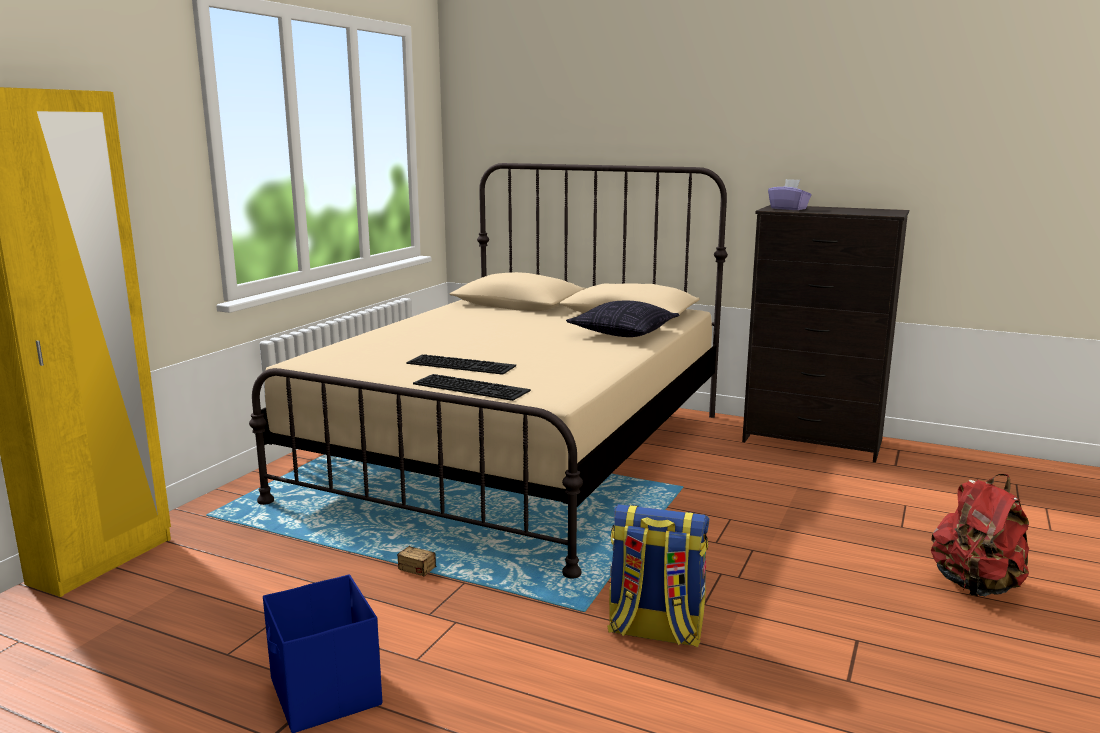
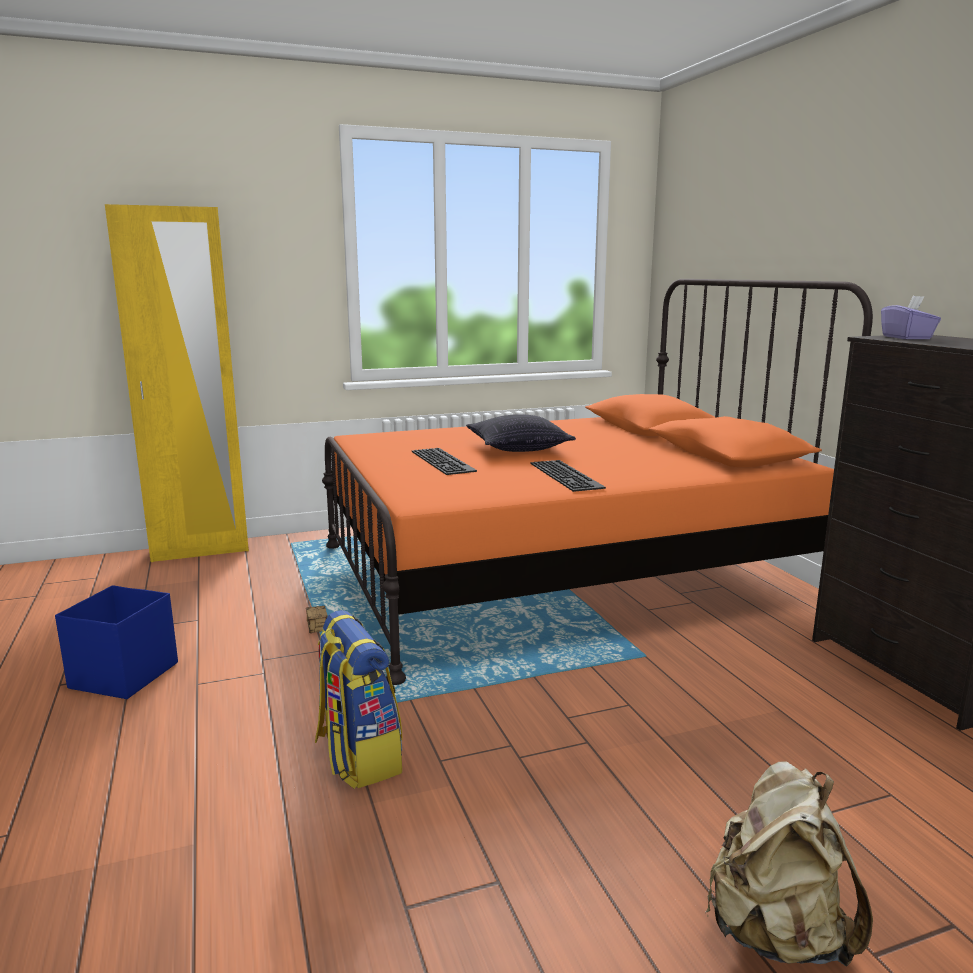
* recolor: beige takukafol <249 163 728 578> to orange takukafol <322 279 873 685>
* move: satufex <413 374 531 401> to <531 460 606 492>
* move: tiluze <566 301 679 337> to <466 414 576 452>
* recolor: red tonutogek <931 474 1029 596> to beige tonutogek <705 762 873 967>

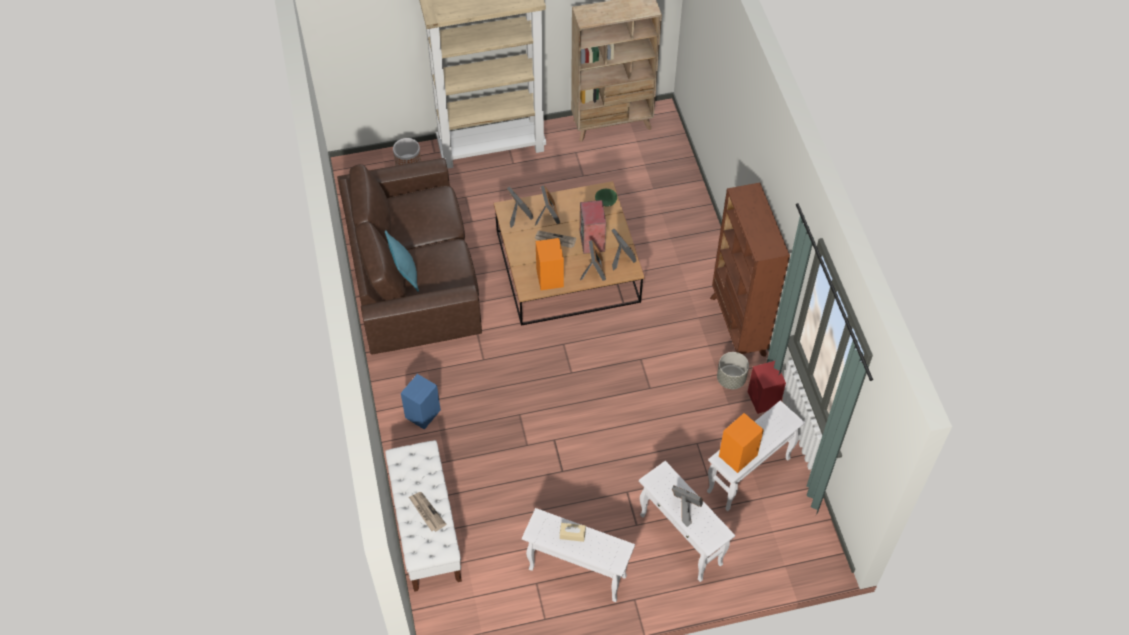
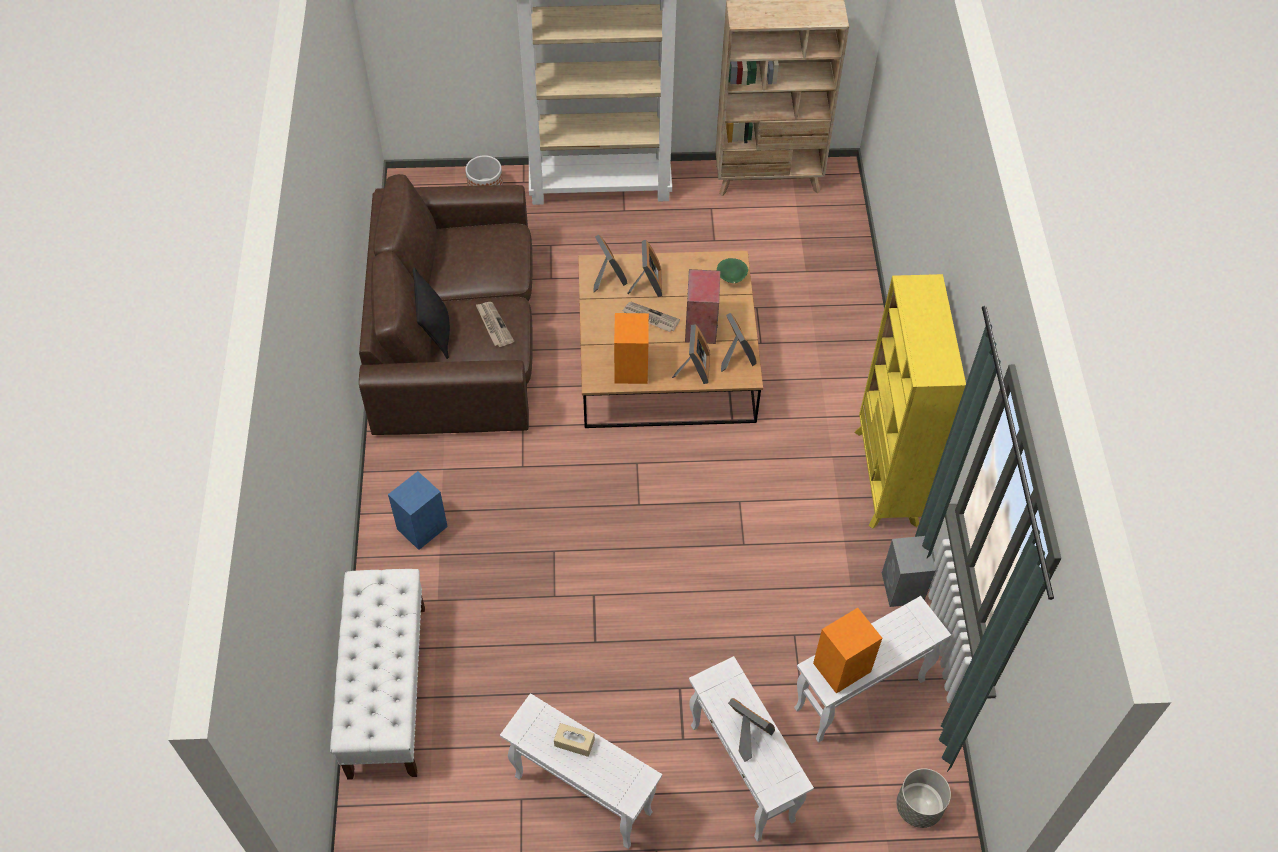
* recolor: turquoise tiluze <385 230 419 291> to black tiluze <413 267 450 359>
* move: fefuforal <409 492 446 532> to <476 302 514 347>
* recolor: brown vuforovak <710 183 790 357> to yellow vuforovak <854 274 966 529>
* move: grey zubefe <717 352 749 389> to <896 768 951 828>
* recolor: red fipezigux <748 361 786 414> to grey fipezigux <882 536 936 607>

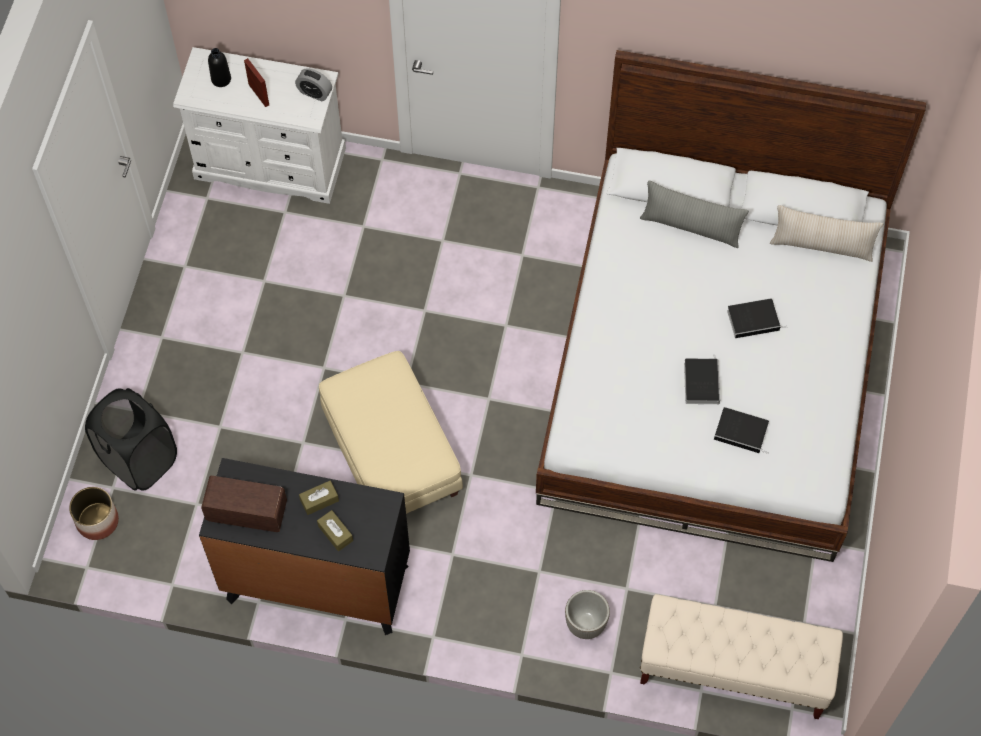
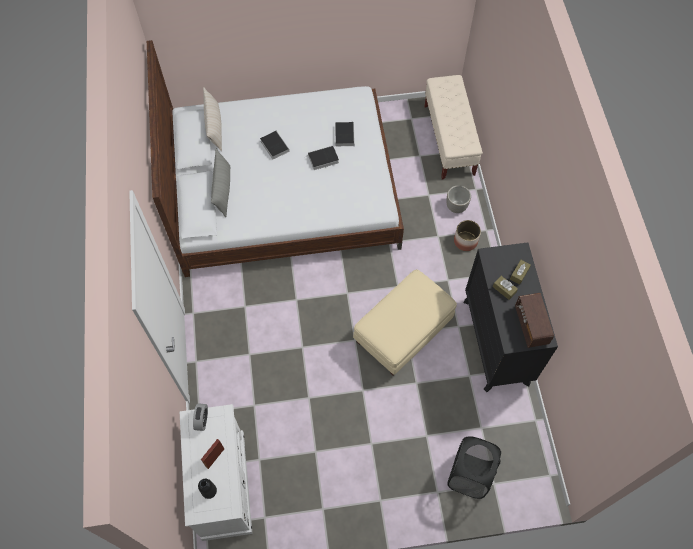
* move: zubefe <69 487 119 540> to <454 220 481 251>

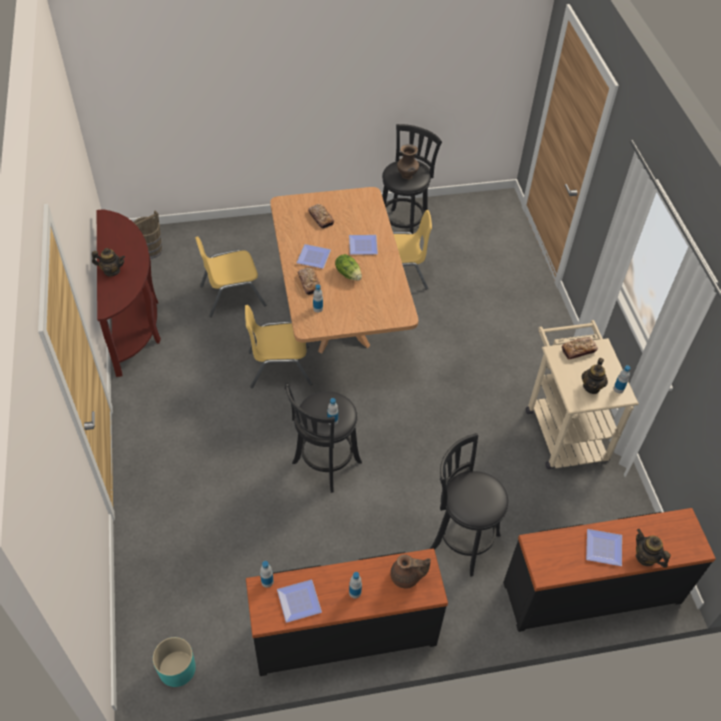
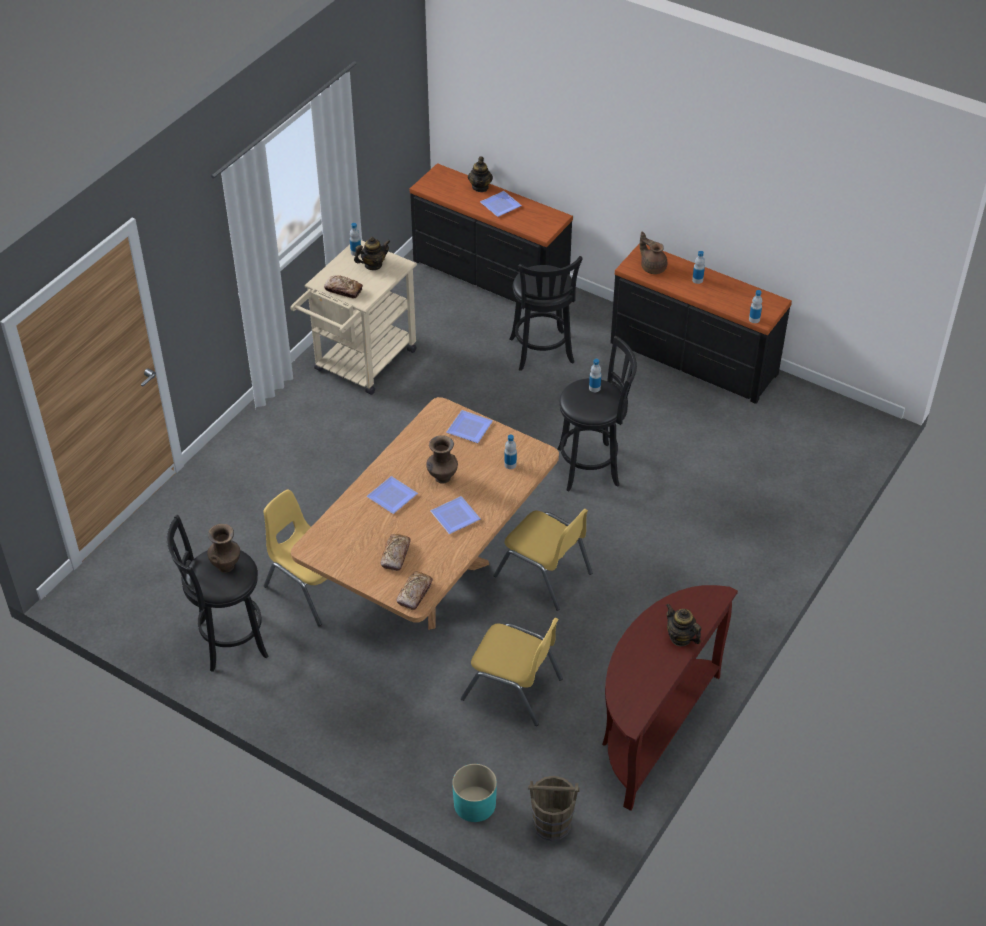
* move: turquoise zubefe <153 637 196 687> to <452 764 497 822>
* move: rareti <277 579 322 623> to <447 410 493 443>
* move: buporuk <298 267 321 295> to <396 571 433 610>
* replace: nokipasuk <335 254 362 281> to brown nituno <426 435 458 484>

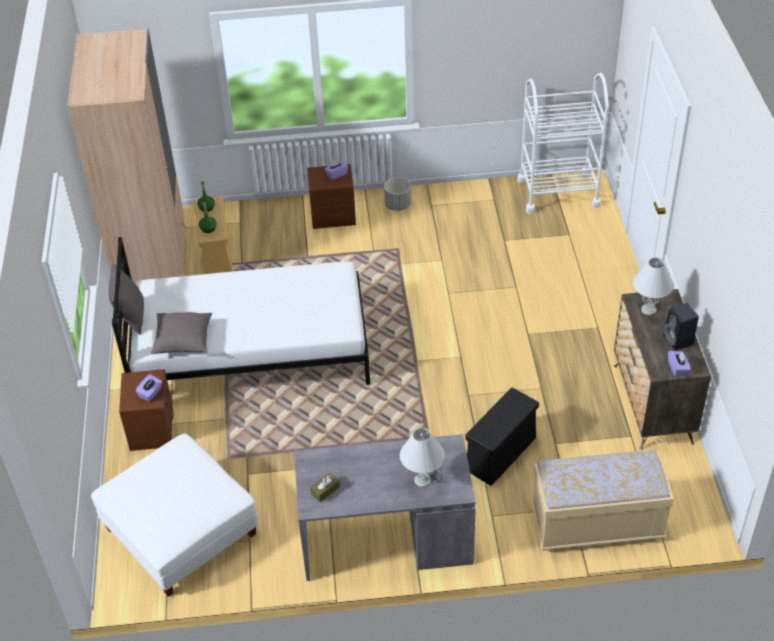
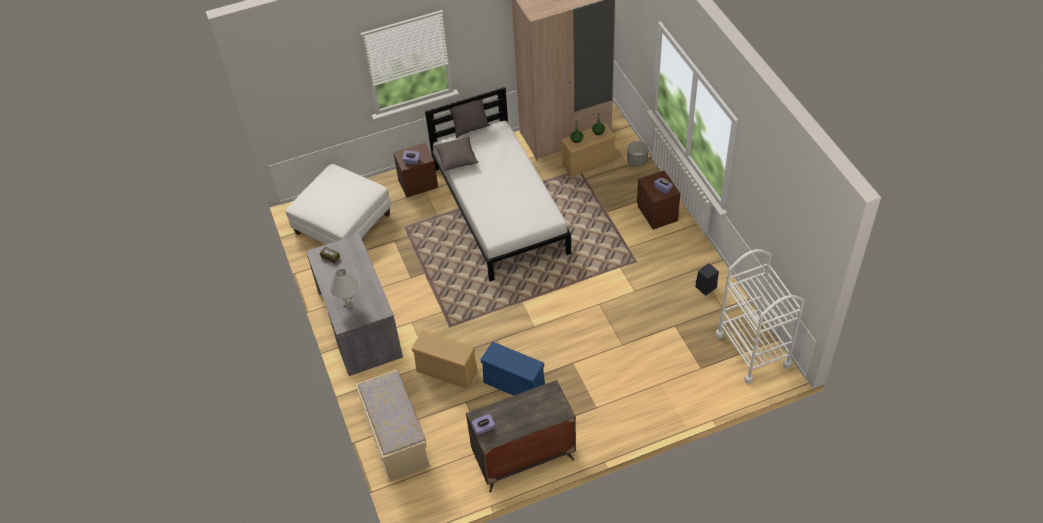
* move: grey zubefe <384 177 411 211> to <627 141 648 167>
* recolor: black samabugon <465 388 539 486> to beige samabugon <412 330 478 389>
* delete: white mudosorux <633 257 674 315>
* move: black fipezigux <663 303 699 351> to <695 264 719 295>
* insert: blue samabugon <481 342 545 396>

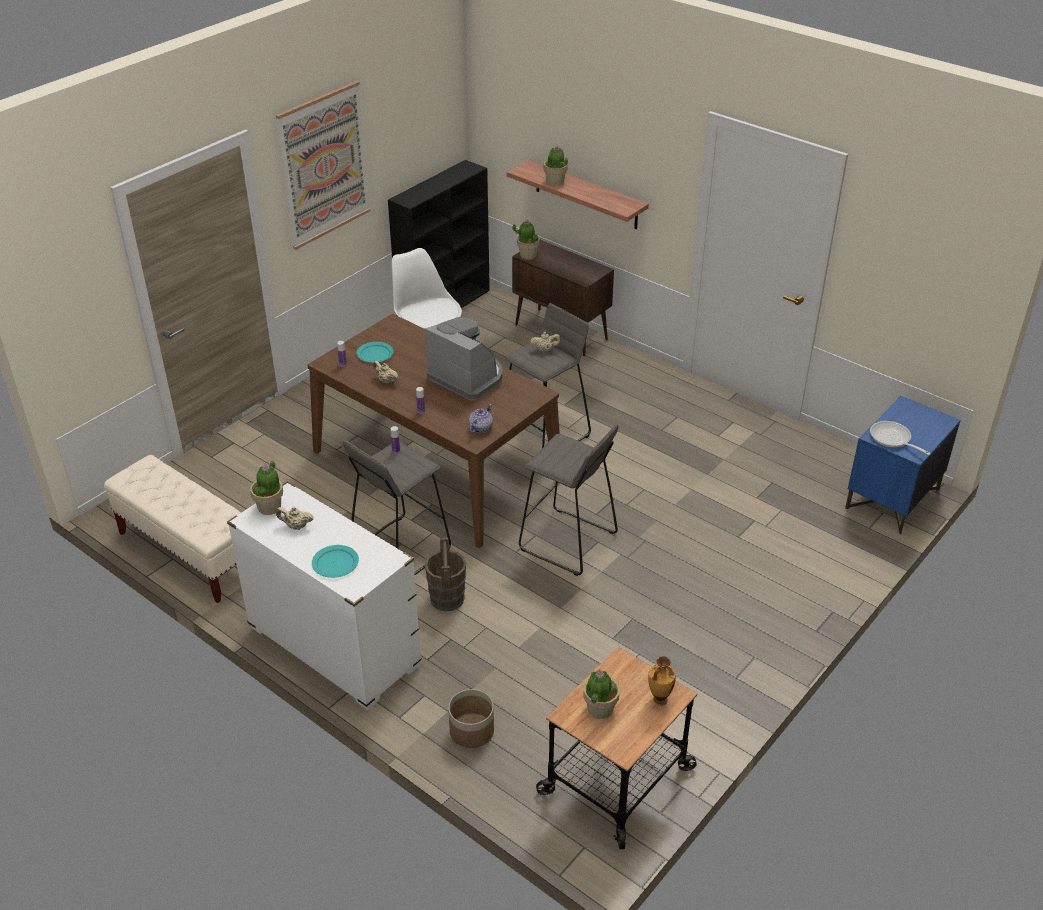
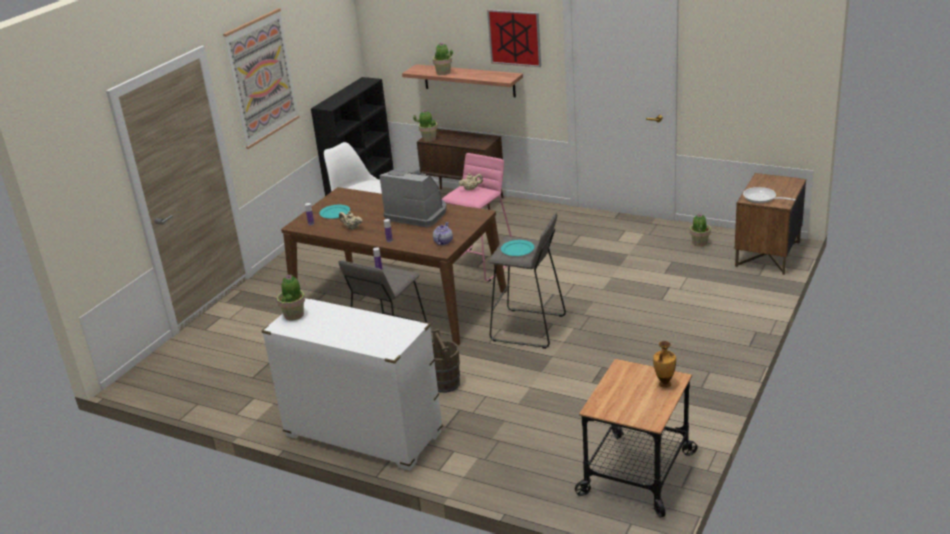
* delete: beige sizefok <104 455 241 603>
* delete: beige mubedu <276 507 313 530>
* move: turquoise rareti <312 545 359 578> to <501 240 534 256>
* delete: zubefe <448 689 494 748>
* recolor: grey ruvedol <505 303 591 448> to pink ruvedol <442 153 512 282>
* move: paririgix <583 670 620 719> to <690 214 711 247>
* recolor: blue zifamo <845 396 961 534> to brown zifamo <735 173 806 275>
* insert: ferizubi <487 9 541 67>

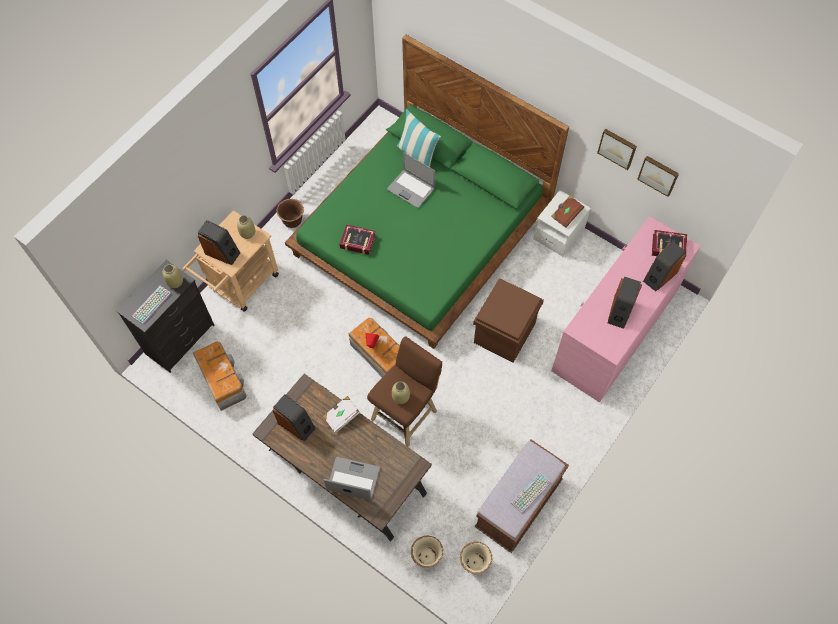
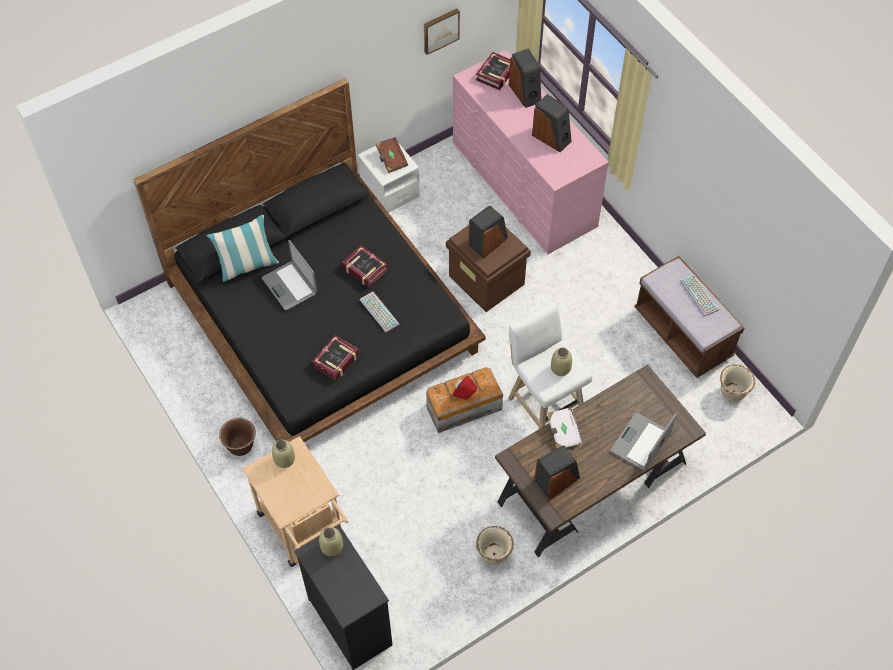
* move: satufex <132 286 172 324> to <360 292 400 333>
* delete: samabugon <193 341 247 411>
* move: fipezigux <198 220 240 265> to <468 206 508 259>
* recolor: green takukafol <285 35 569 349> to black takukafol <134 78 486 442>
* recolor: brown ruvedol <367 336 442 447> to white ruvedol <508 302 592 430>
* rotate: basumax <387 152 435 208> = <262 240 317 310> 90 degrees clockwise
* move: beige zubefe <411 536 443 568> to <476 526 514 565>
* delete: ferizubi <597 129 637 170>
* insert: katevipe <342 245 388 287>

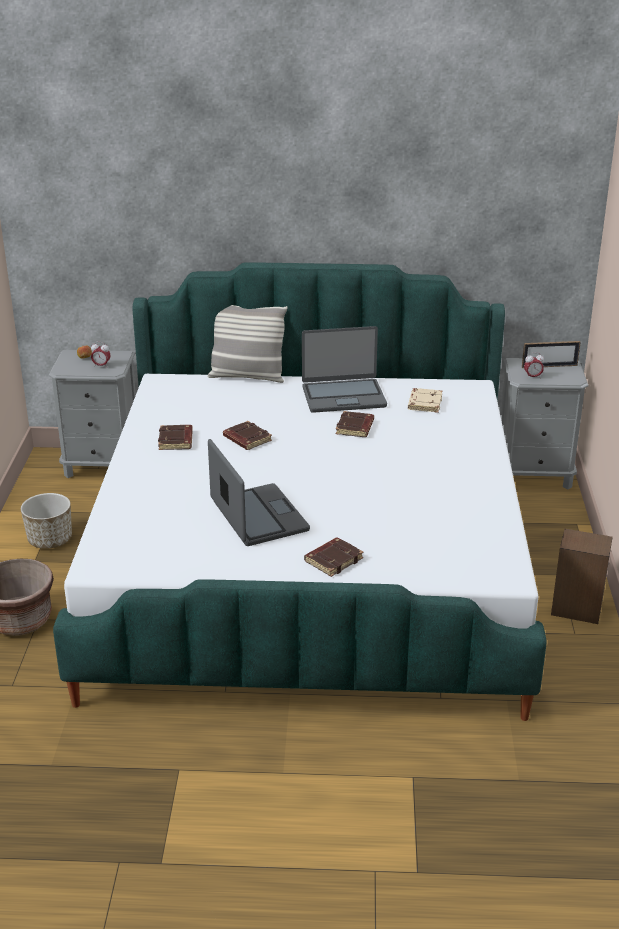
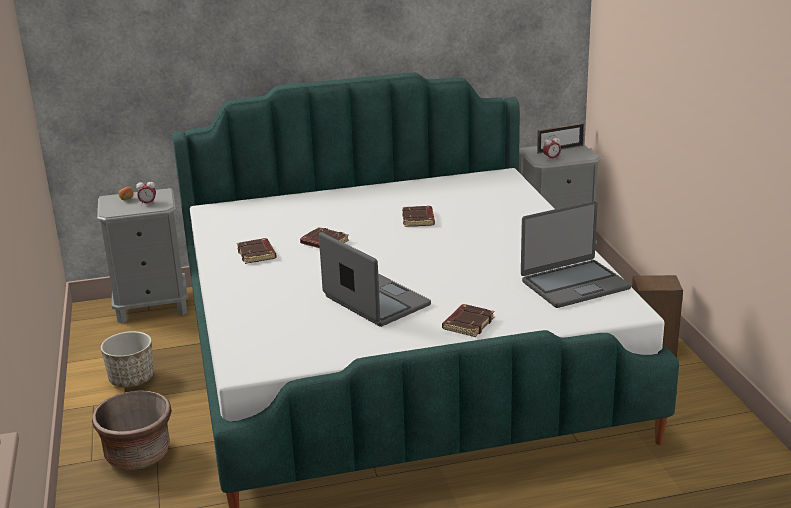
* delete: tiluze <208 305 288 383>
* move: basumax <302 326 387 413> to <521 201 631 308>
* delete: beige katevipe <408 388 442 413>

